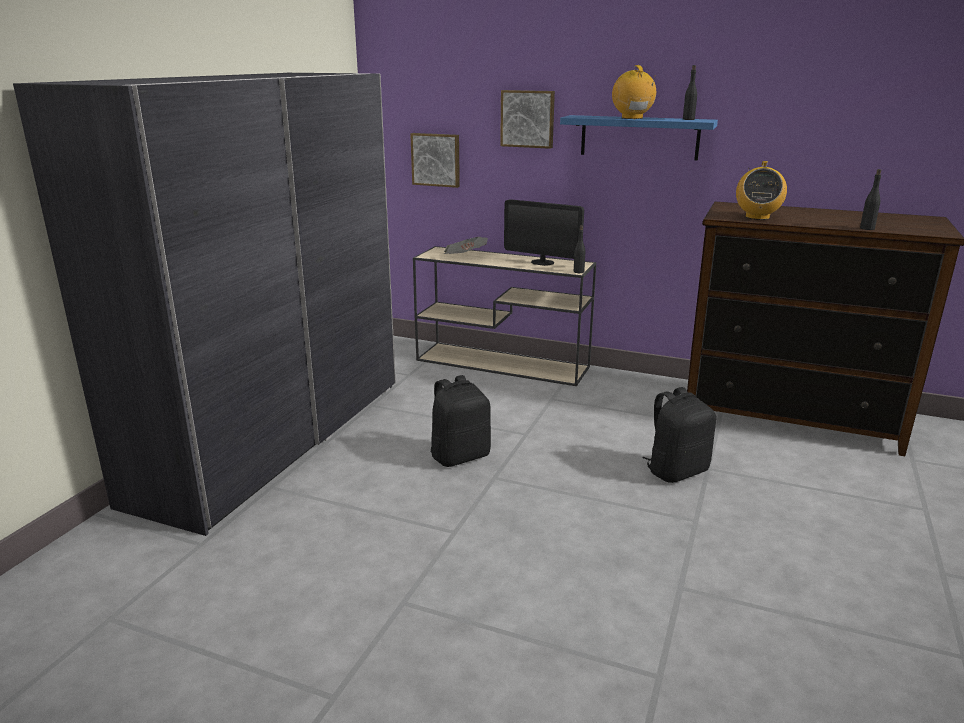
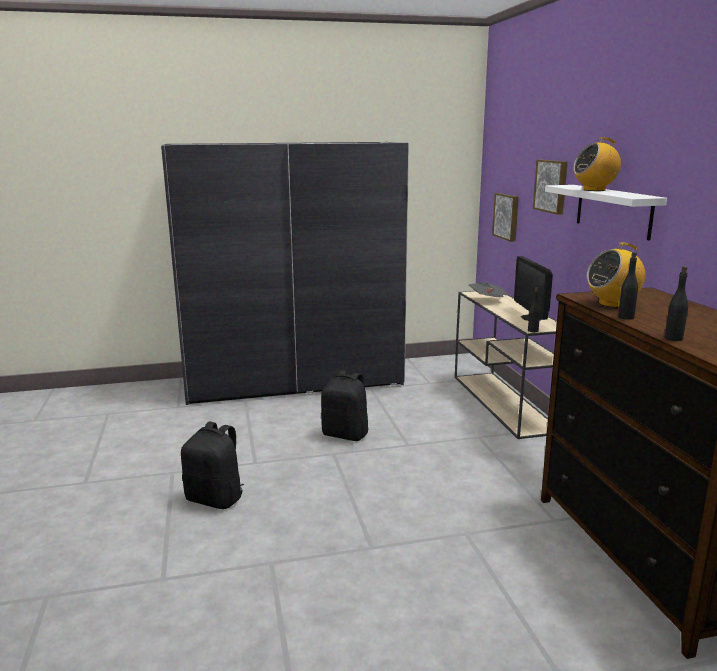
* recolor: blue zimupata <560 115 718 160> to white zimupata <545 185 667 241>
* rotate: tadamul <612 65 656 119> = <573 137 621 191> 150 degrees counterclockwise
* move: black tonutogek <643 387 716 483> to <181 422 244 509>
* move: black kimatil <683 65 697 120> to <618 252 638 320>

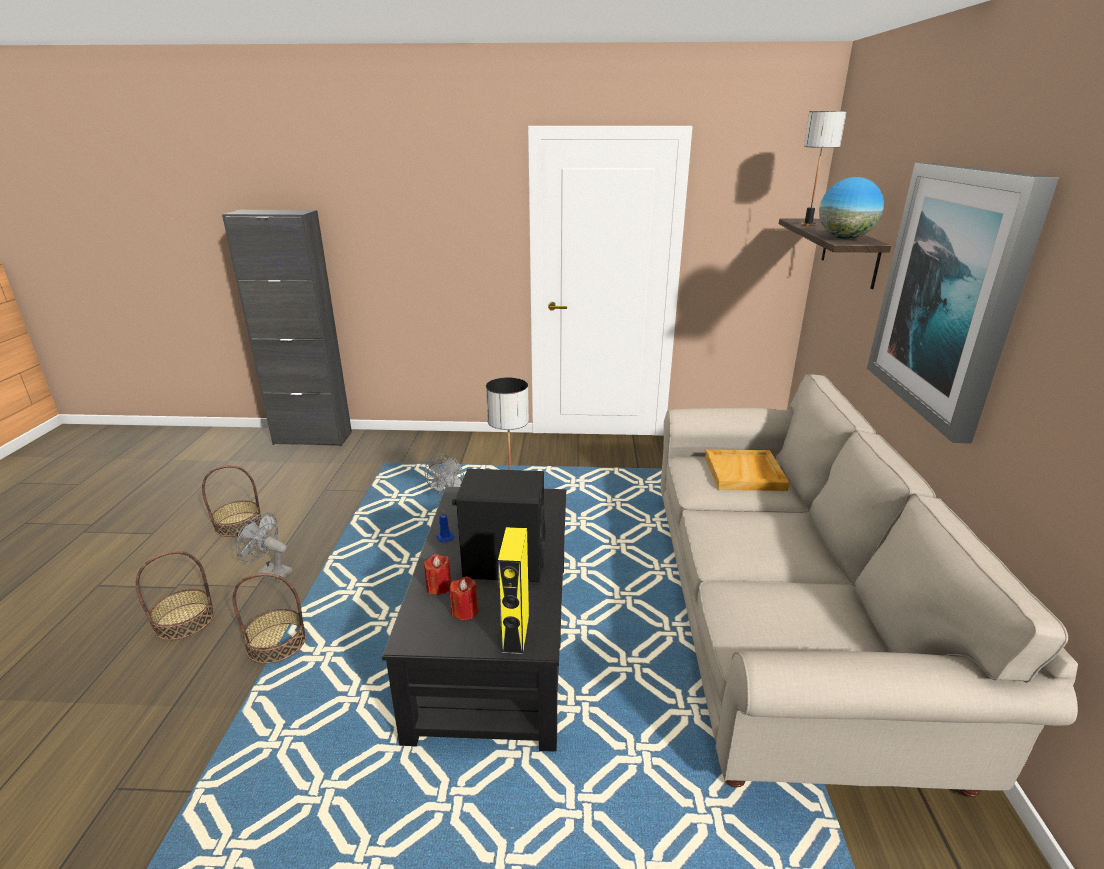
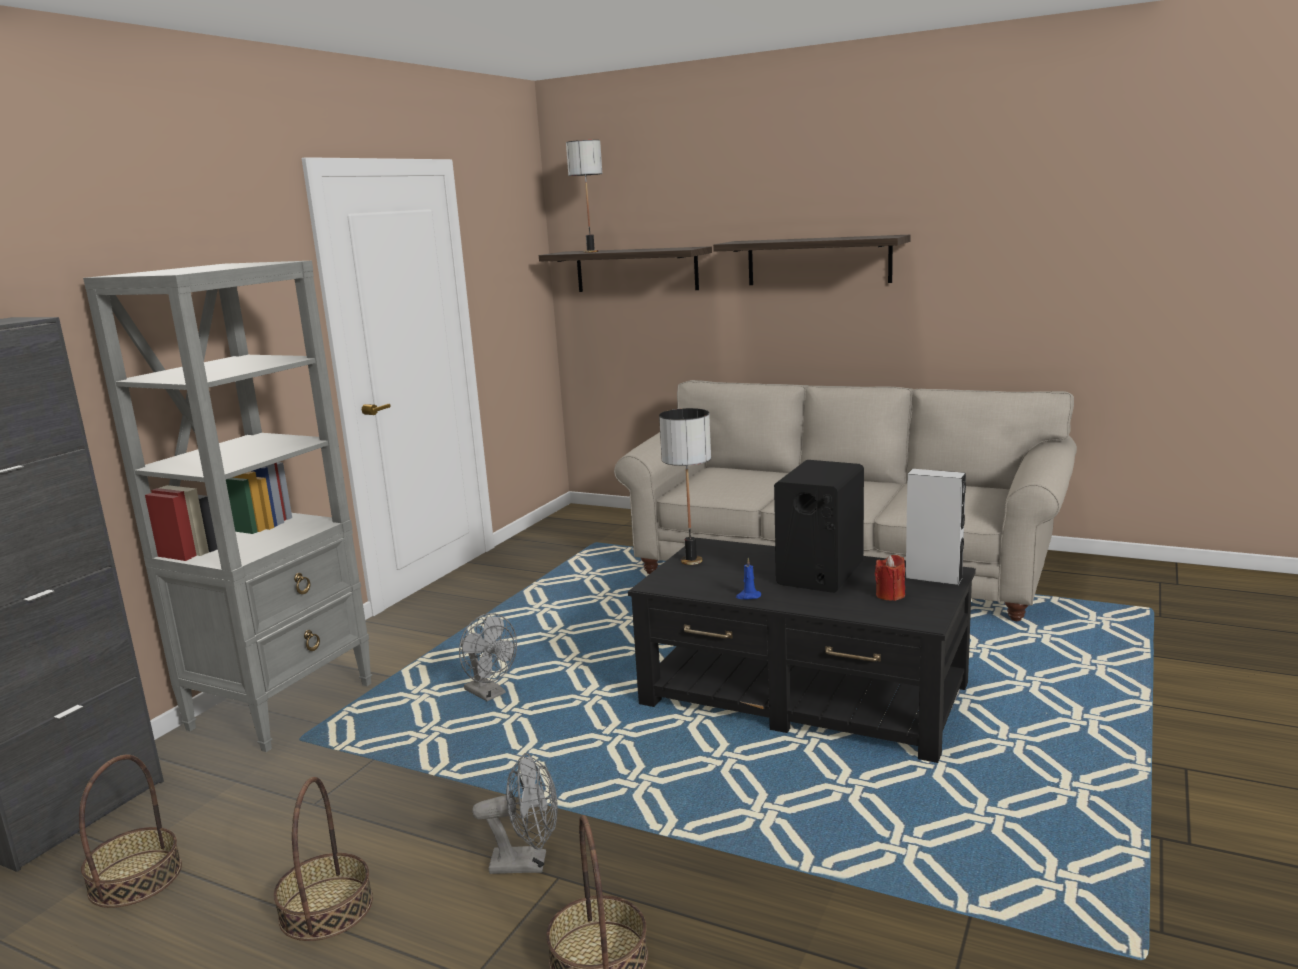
* move: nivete <233 573 306 664> to <79 755 182 908>
* rotate: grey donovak <236 512 292 581> = <472 753 558 874> 135 degrees counterclockwise
* delete: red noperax <424 554 452 595>
* recolor: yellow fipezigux <498 527 529 655> to grey fipezigux <905 469 966 586>
* delete: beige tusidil <705 449 789 491>
* delete: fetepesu <819 177 884 239>
* replace: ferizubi <867 163 1059 443> to zimupata <713 235 911 285>
* insert: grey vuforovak <83 261 372 752>

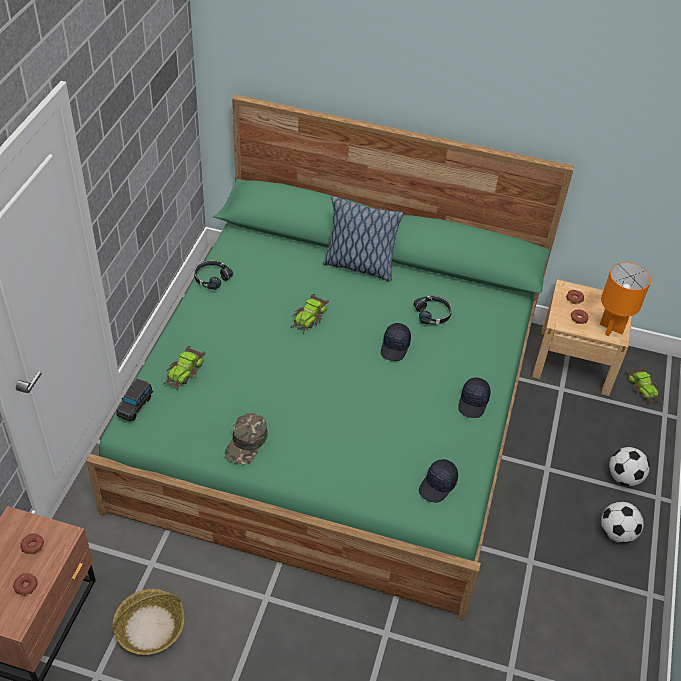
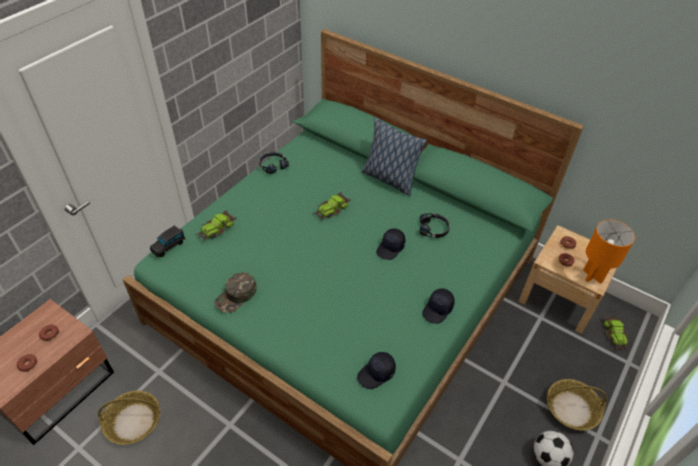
* replace: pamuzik <609 447 650 486> to nivete <547 379 607 430>

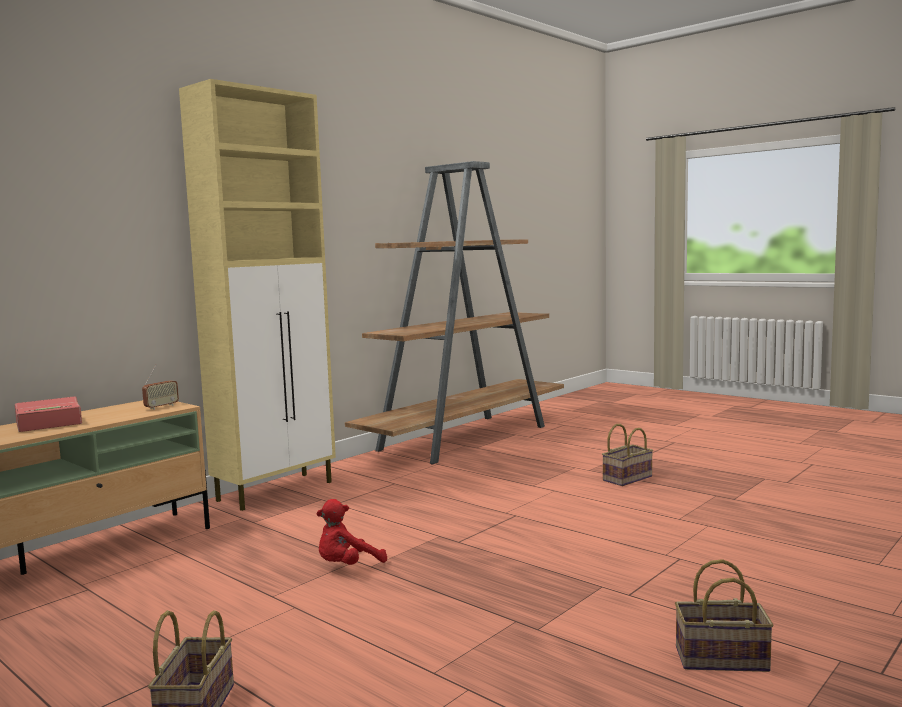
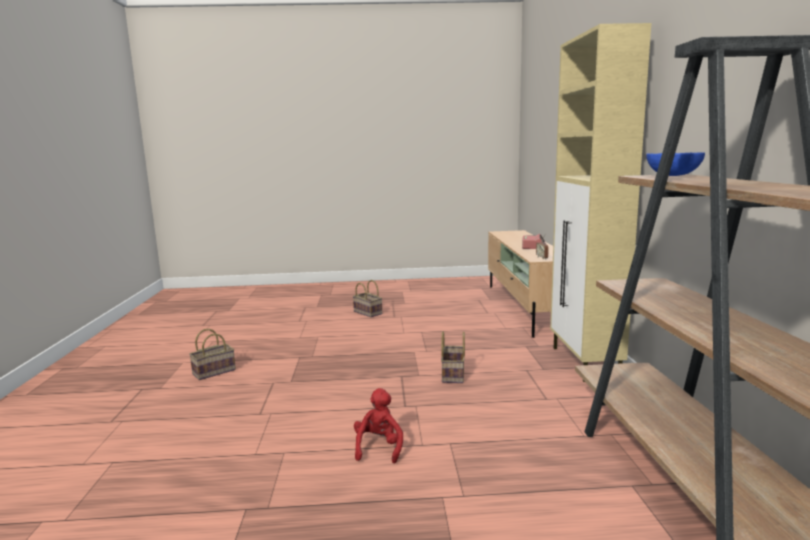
* move: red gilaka <317 499 387 565> to <354 388 403 463>
* move: nivete <602 424 653 486> to <441 331 465 383>
* insert: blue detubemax <646 152 705 176>

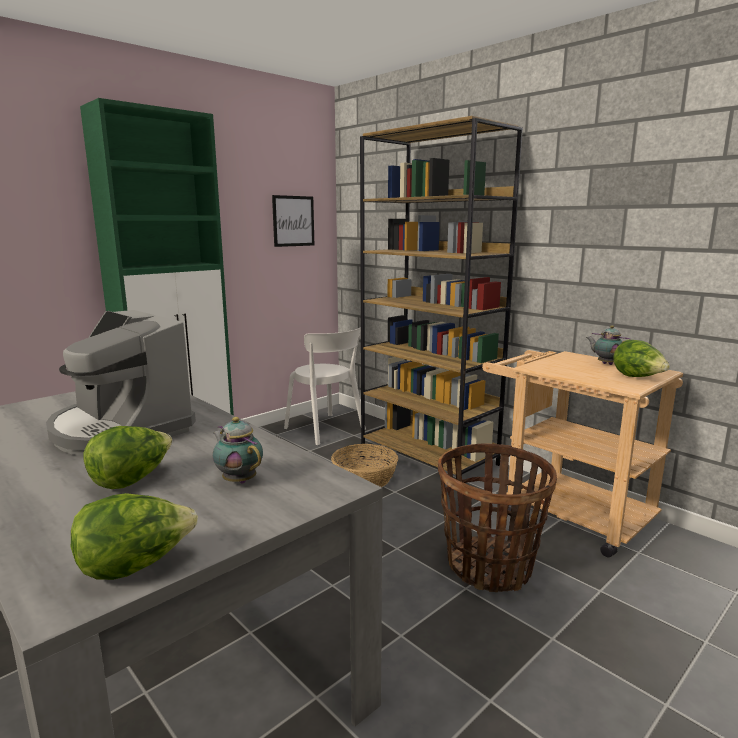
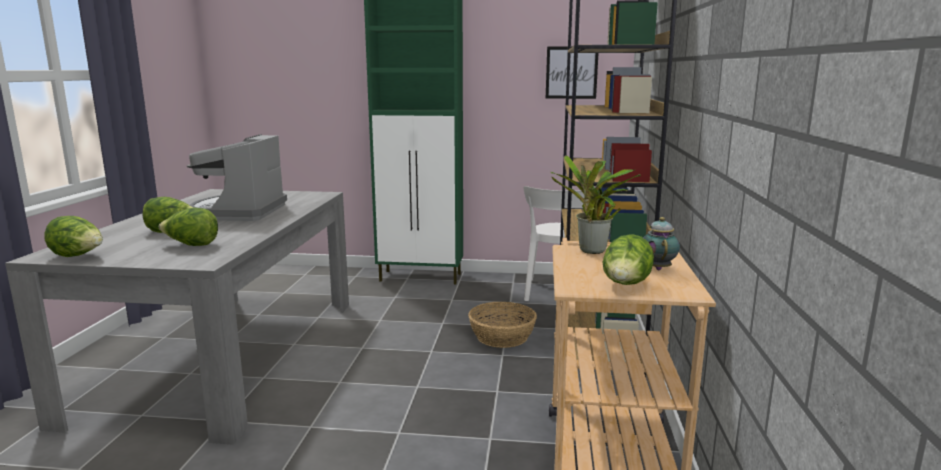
* replace: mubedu <213 417 263 484> to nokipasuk <159 208 218 246>
* delete: nivete <438 443 557 592>
* insert: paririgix <550 156 641 254>

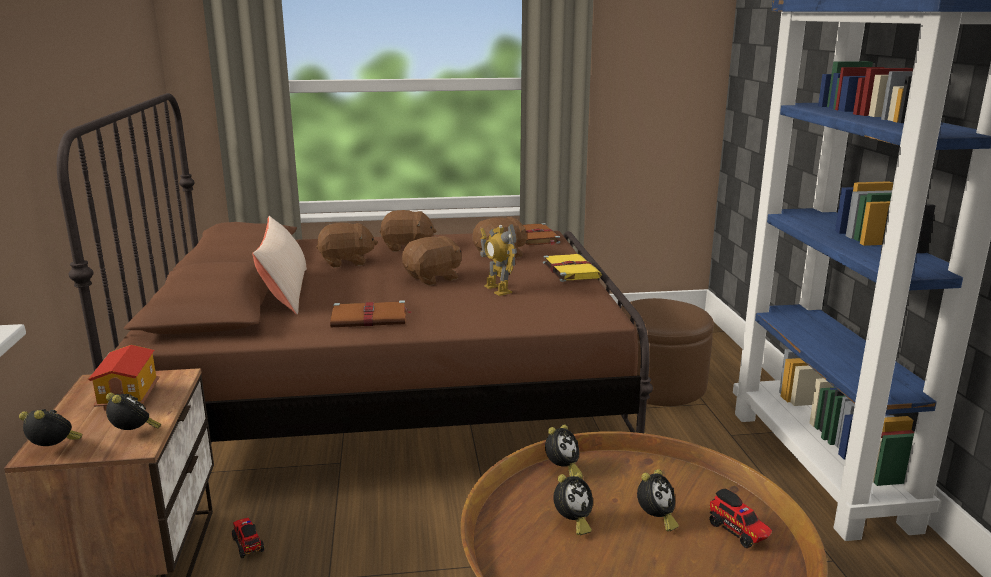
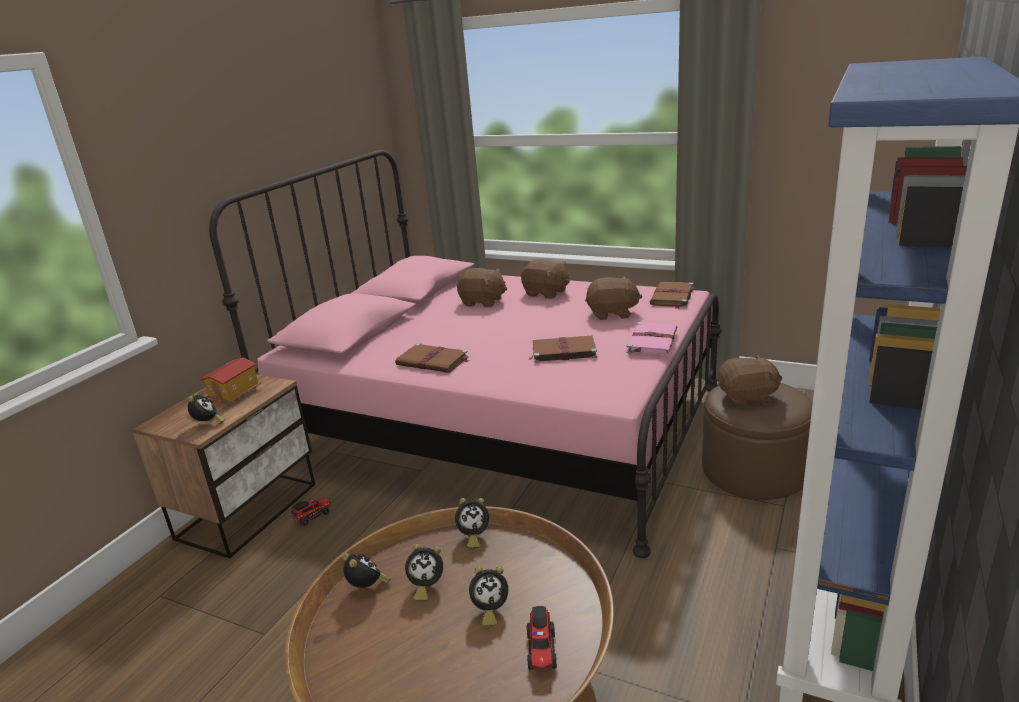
* move: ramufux <19 409 83 446> to <342 553 390 588>
* recolor: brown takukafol <57 93 653 442> to pink takukafol <209 150 722 558>
* rotate: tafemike <232 518 264 558> = <291 497 330 526> 45 degrees clockwise
* delete: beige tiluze <252 216 307 315>
* move: brown gilaka <402 236 462 285> to <718 355 782 407>
* replace: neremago <480 224 517 296> to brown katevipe <529 336 597 363>
* recolor: yellow katevipe <543 254 602 282> to pink katevipe <626 322 678 356>

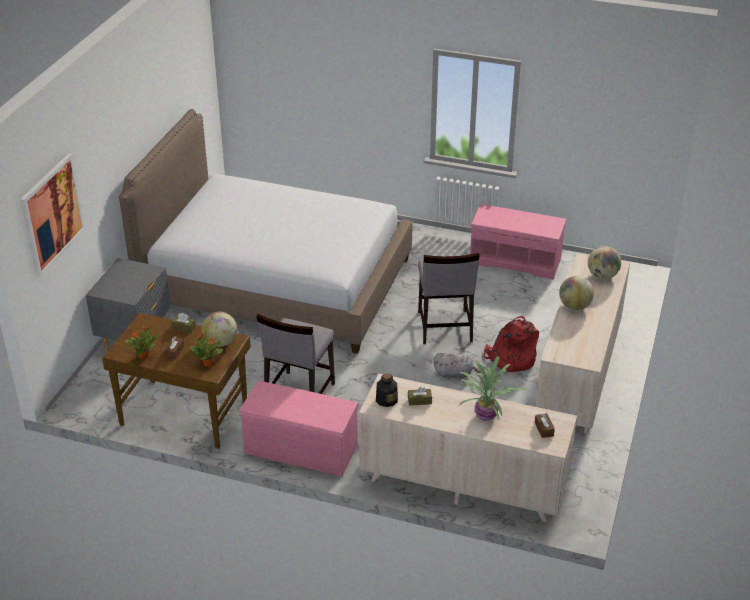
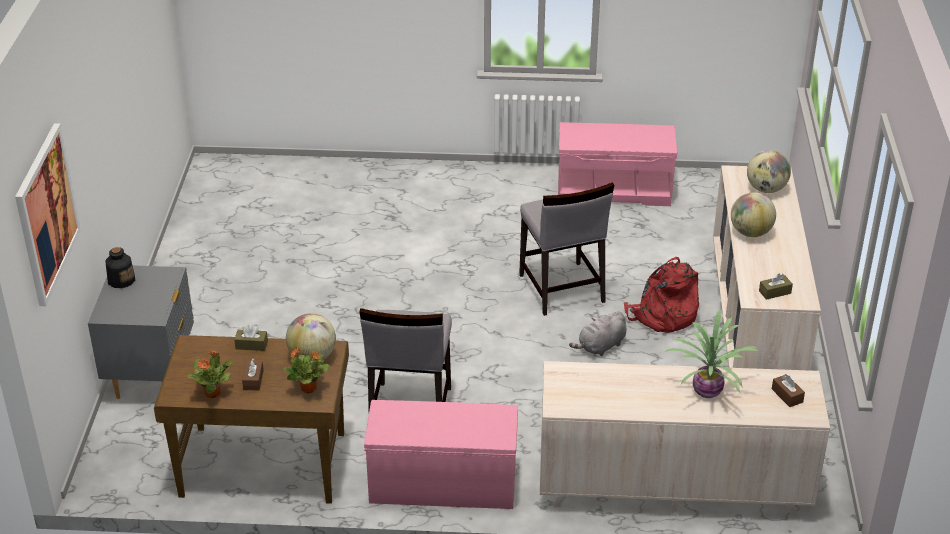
* delete: takukafol <119 109 412 354>
* move: kimatil <376 374 398 407> to <105 247 135 288>
* move: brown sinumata <408 387 432 406> to <759 273 793 300>
* rotate: grey gilaka <433 353 481 379> = <569 311 626 356> 150 degrees clockwise

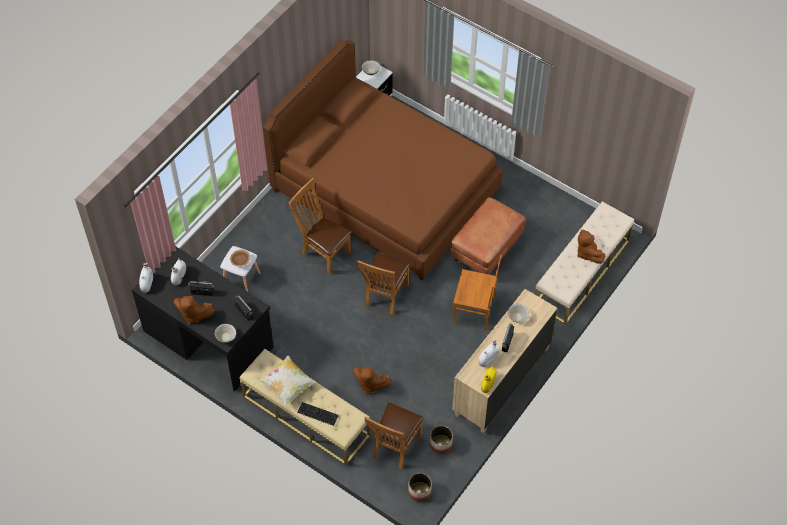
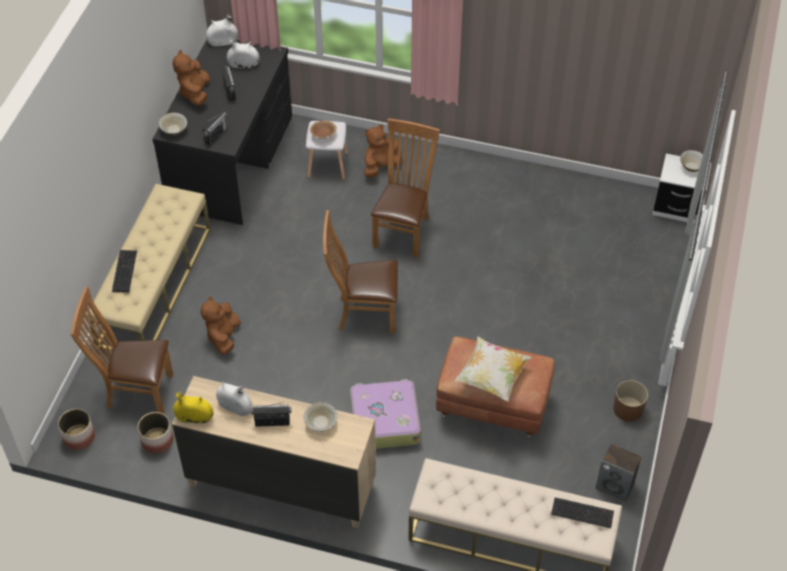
* move: tiluze <258 355 316 406> to <454 337 532 402>
* delete: brown takukafol <263 40 503 281>
* replace: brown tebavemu <453 255 502 330> to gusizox <350 379 421 449>
* move: brown gilaka <577 230 605 264> to <364 124 402 178>
* insert: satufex <551 498 614 528>
* insert: fipezigux <596 444 642 501>
* insert: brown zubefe <613 380 648 422>

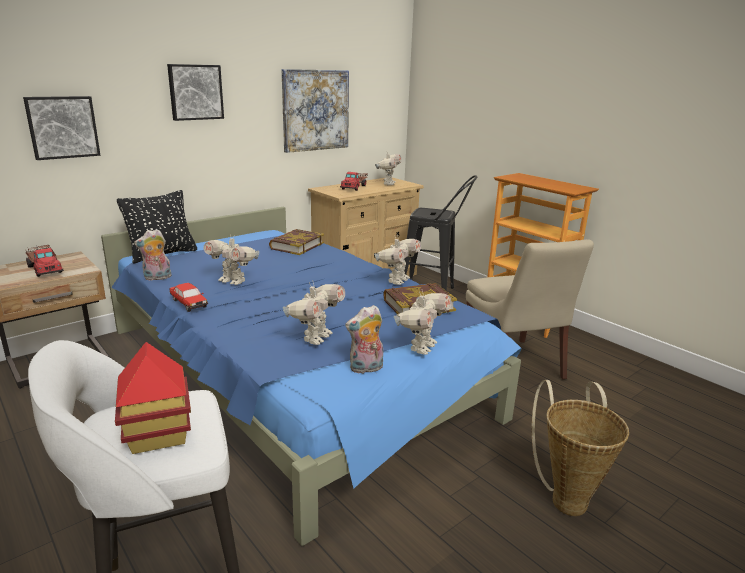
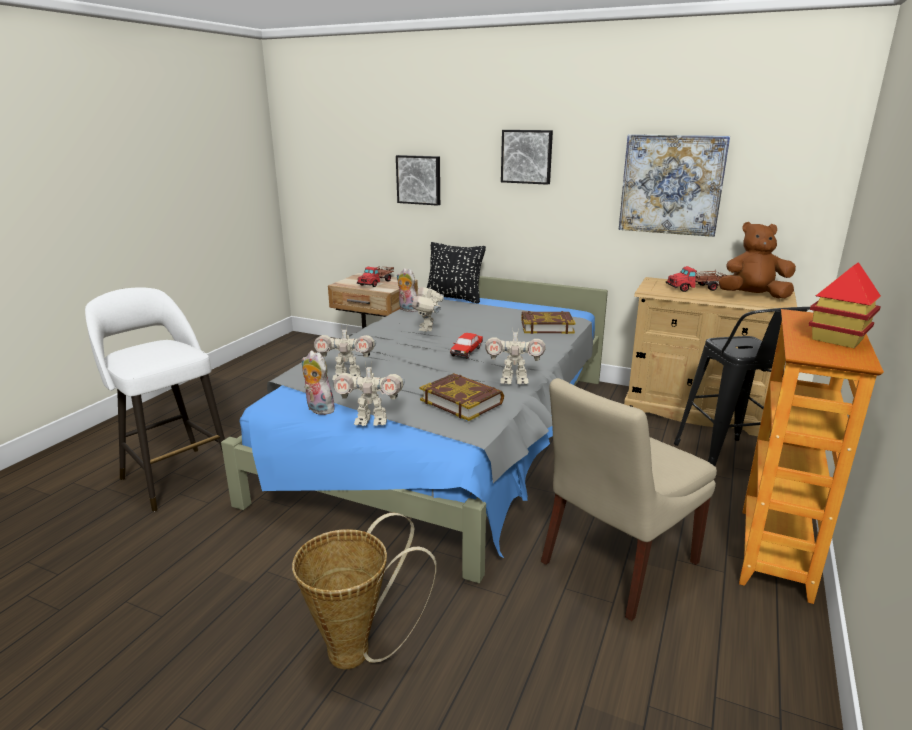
* recolor: blue takukafol <101 207 522 546> to grey takukafol <221 276 608 583>
* move: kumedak <115 342 191 454> to <808 262 881 348>
* move: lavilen <169 283 208 312> to <450 333 483 359>
* replace: neremago <375 150 402 185> to brown gilaka <719 222 796 298>

